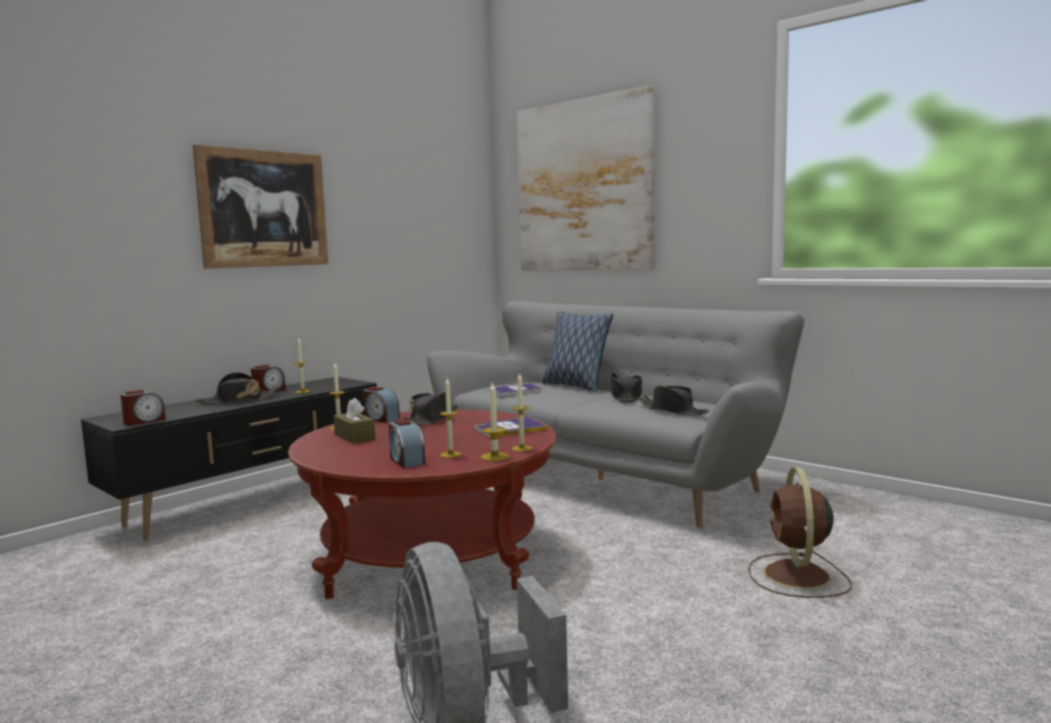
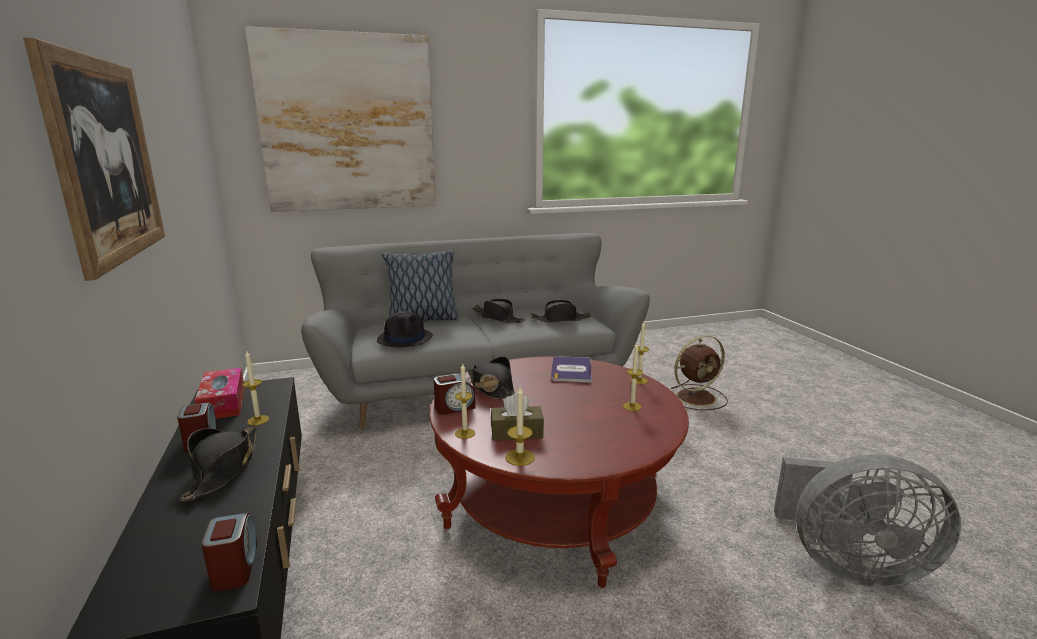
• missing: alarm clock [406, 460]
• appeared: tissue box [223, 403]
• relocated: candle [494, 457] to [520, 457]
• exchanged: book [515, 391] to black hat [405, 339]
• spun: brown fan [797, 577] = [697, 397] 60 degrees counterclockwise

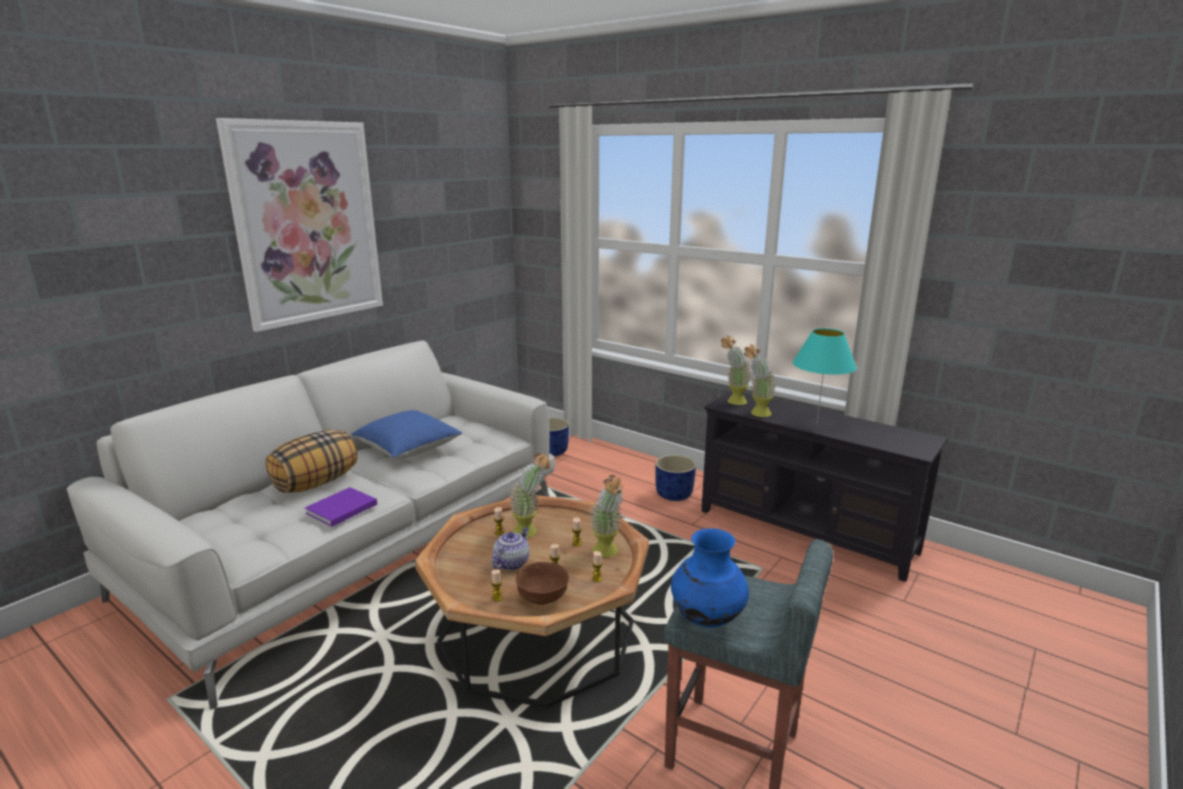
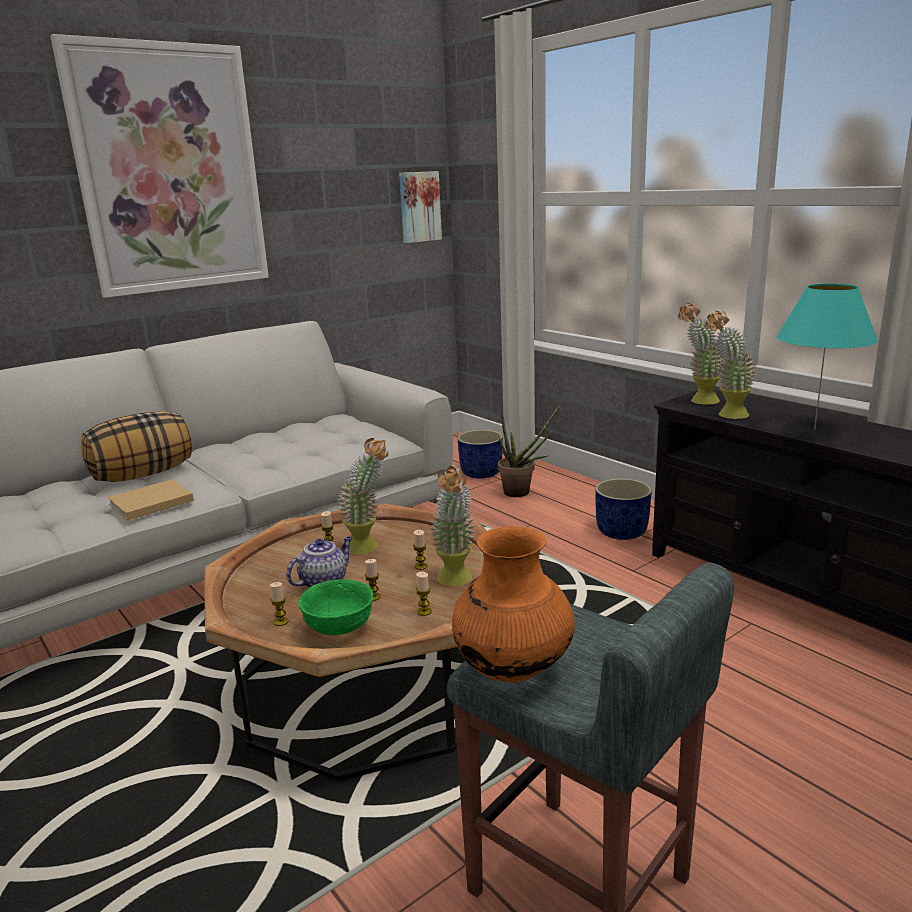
• missing: blue pillow [408, 449]
• appeared: picture [419, 207]
• appeared: potted plant [522, 493]
• colour: purple book [340, 509] to beige book [149, 503]
• colour: brown bowl [542, 598] to green bowl [338, 628]
• colour: blue vase [707, 618] to orange vase [513, 669]

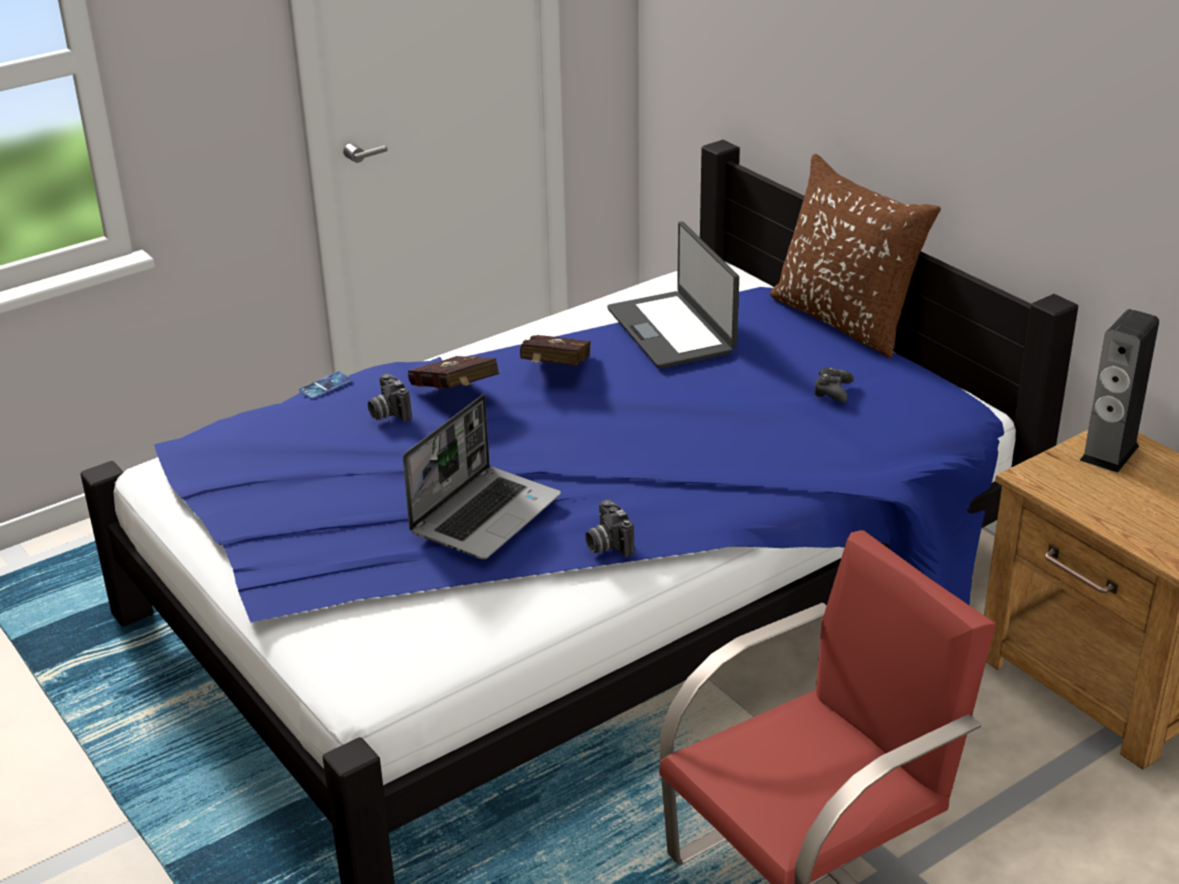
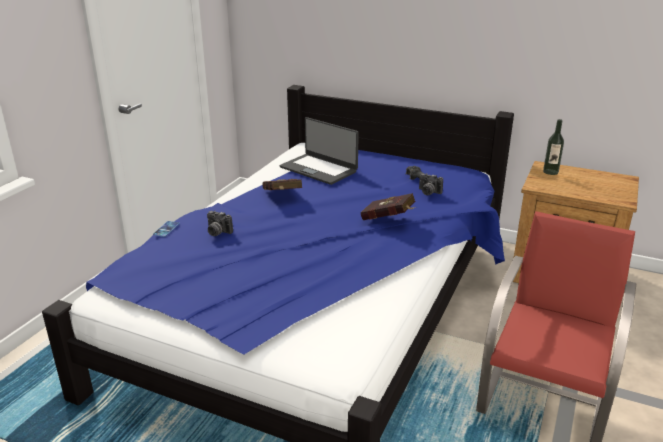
• missing: laptop [485, 514]
• missing: brown pillow [845, 320]
• relocated: red book [455, 395] to [389, 220]
• relocated: photo camera [607, 545] to [428, 192]
• exchanged: speaker [1109, 453] to bottle [550, 172]

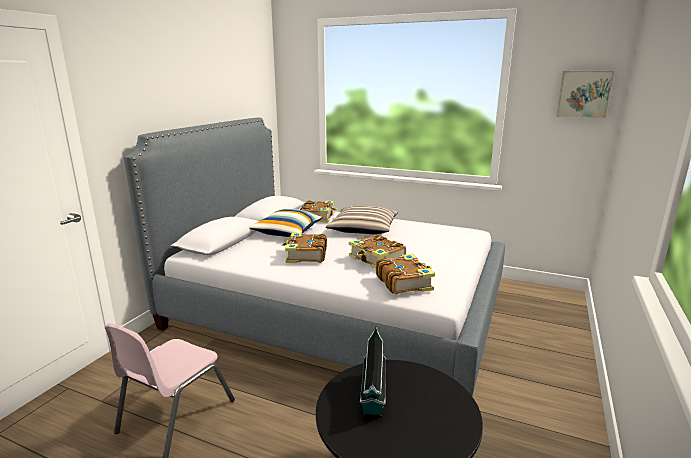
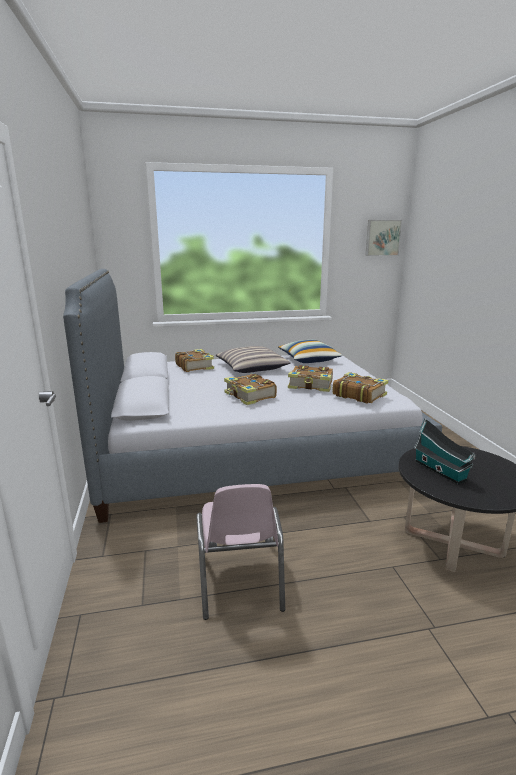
• relocated: pillow [287, 232] to [308, 360]

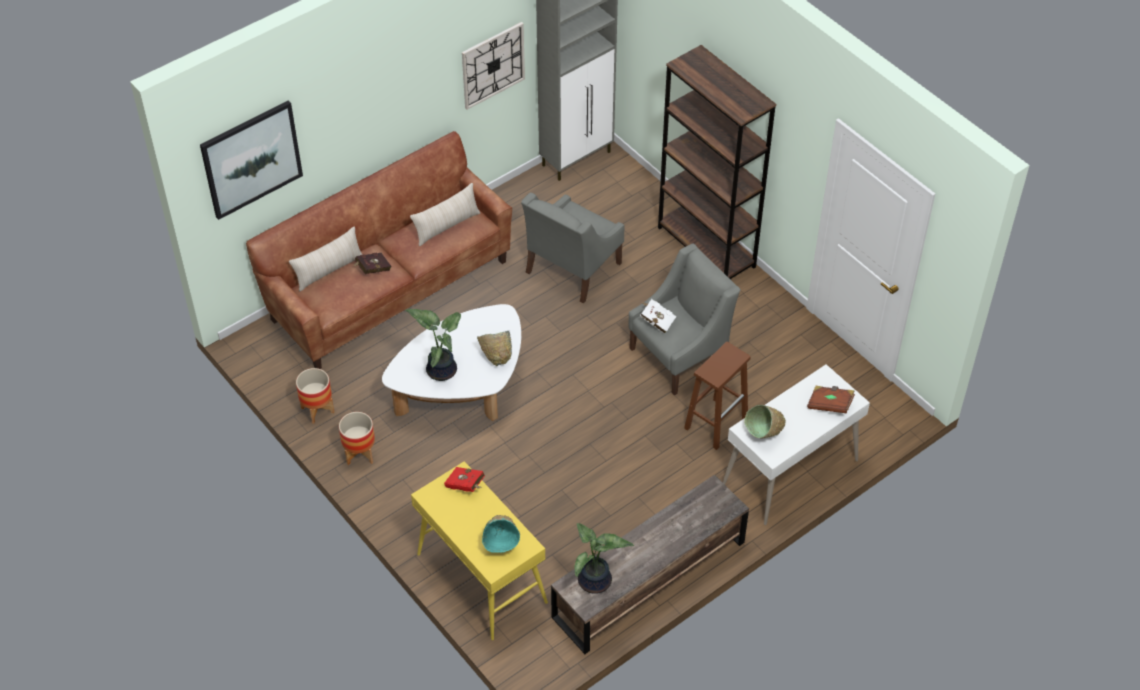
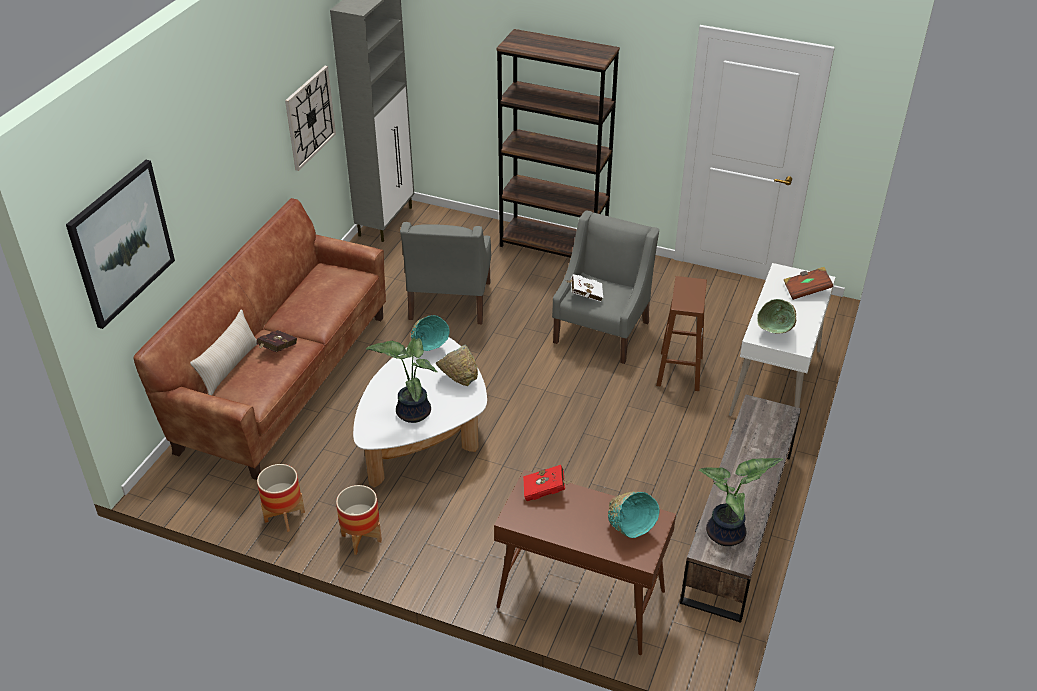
• missing: beige pillow [447, 226]
• appeared: turquoise bowl [429, 348]
• colour: yellow console table [481, 578] to brown console table [580, 600]

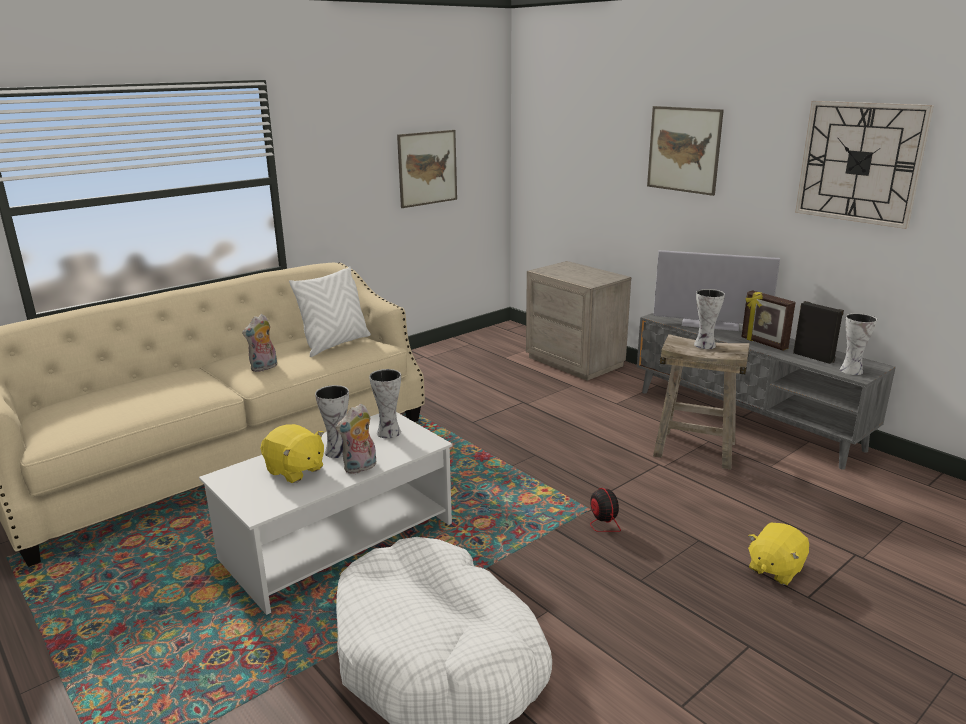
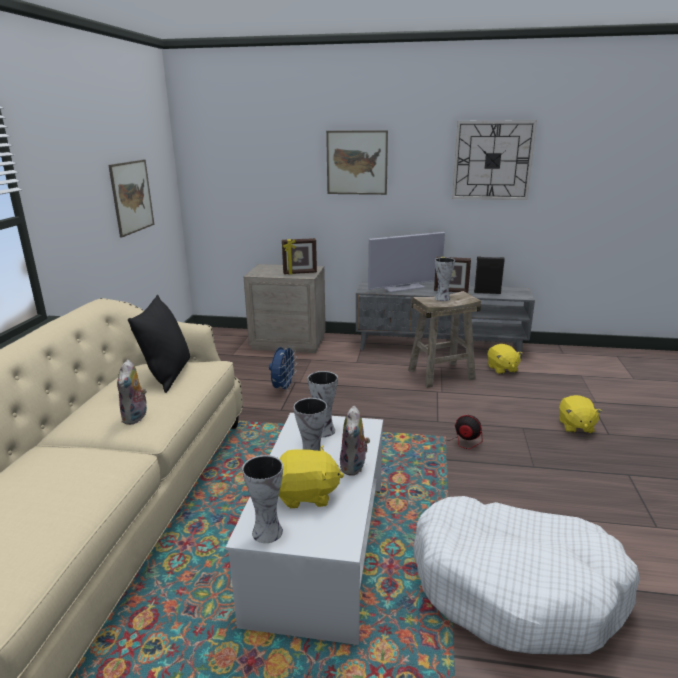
• appeared: blue fan [283, 389]
• appeared: picture frame [300, 273]
• appeared: yellow plush toy [502, 369]
• relocated: vase [850, 370] to [266, 531]
• colour: white pillow [335, 344] to black pillow [168, 375]

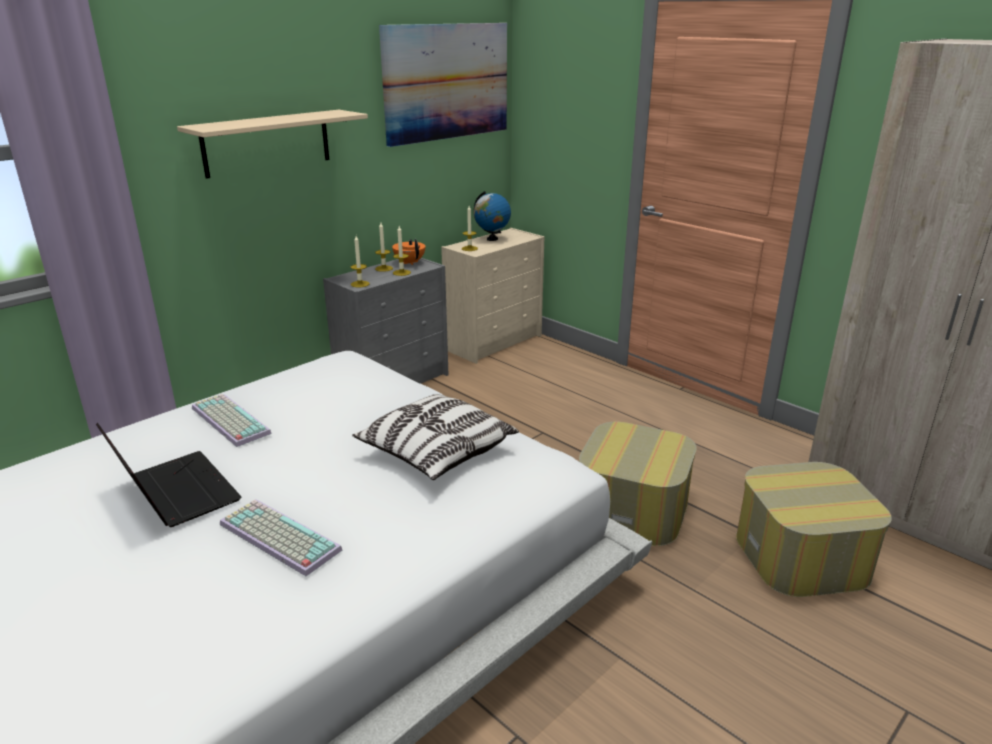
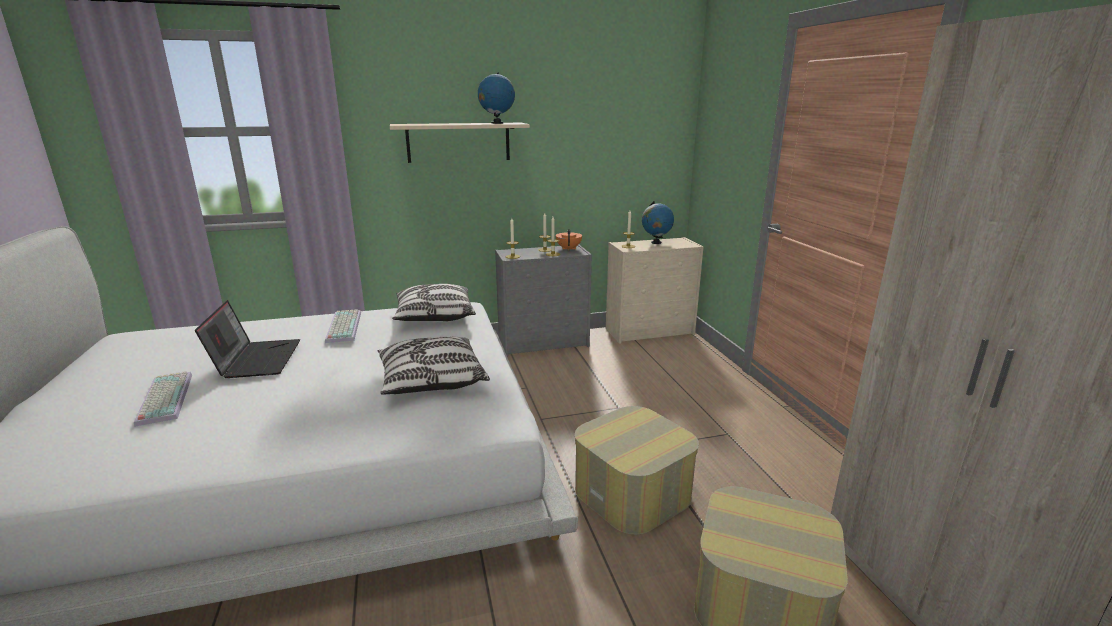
• missing: picture [446, 82]
• appeared: pillow [434, 317]
• appeared: globe [497, 123]
• relocated: keyboard [276, 538] to [163, 398]

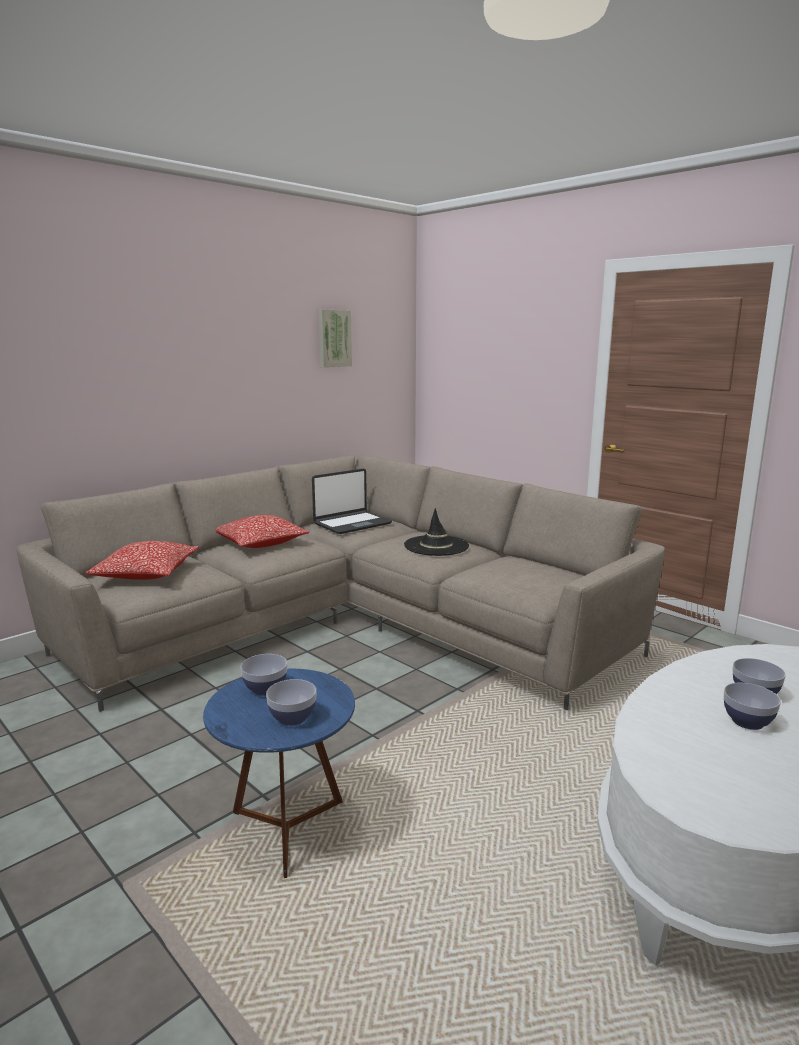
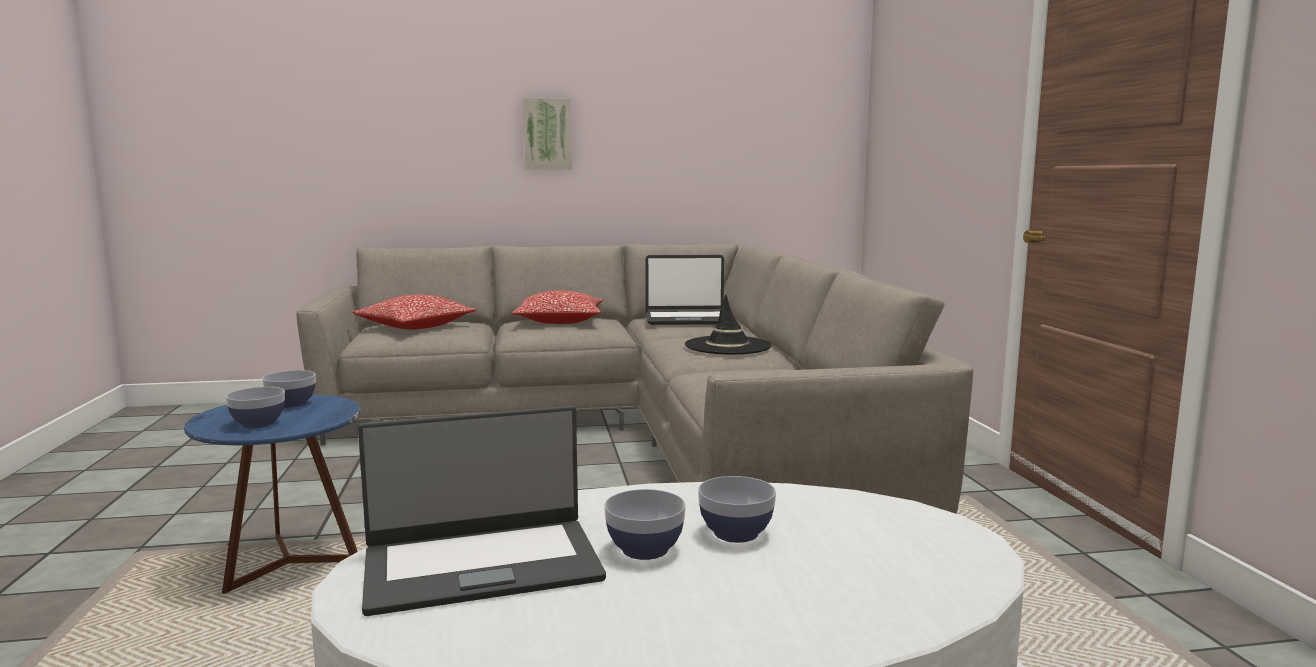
• appeared: laptop [481, 564]
• relocated: picture [334, 338] to [547, 134]

